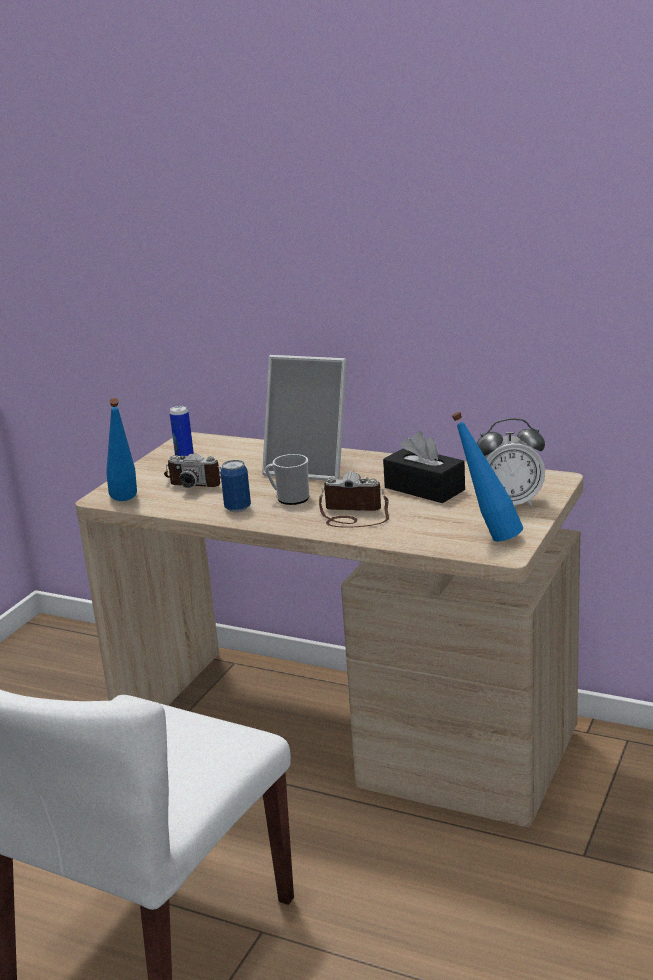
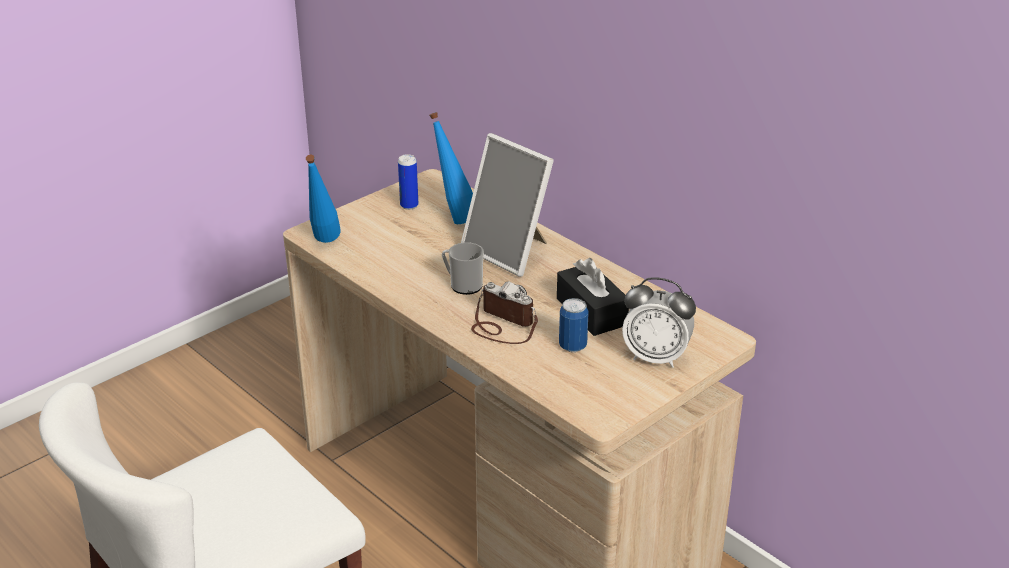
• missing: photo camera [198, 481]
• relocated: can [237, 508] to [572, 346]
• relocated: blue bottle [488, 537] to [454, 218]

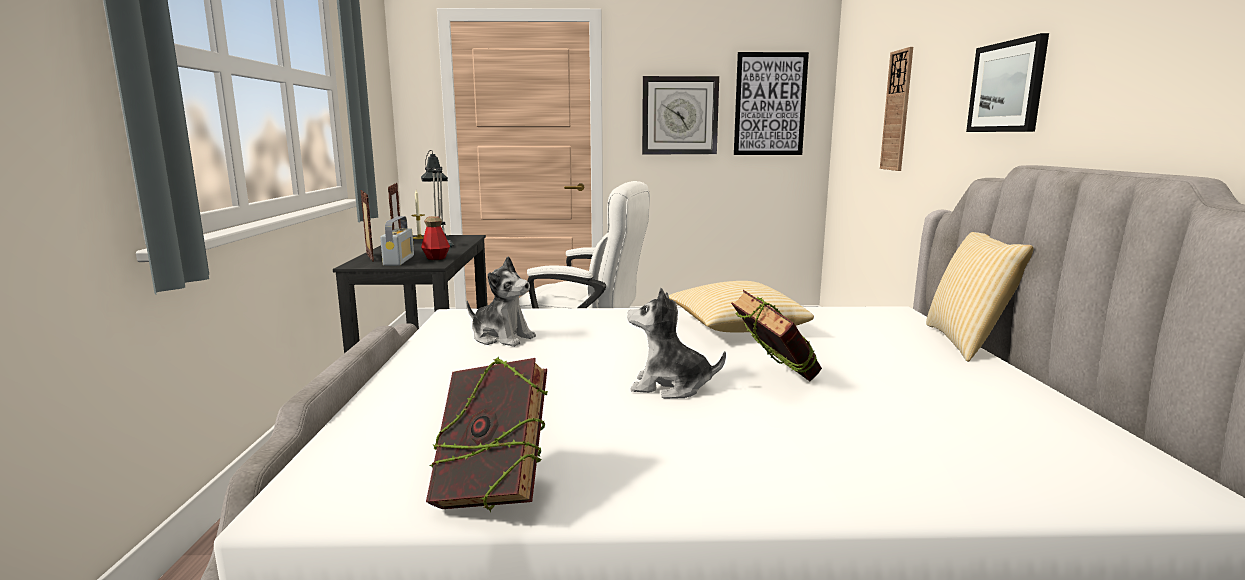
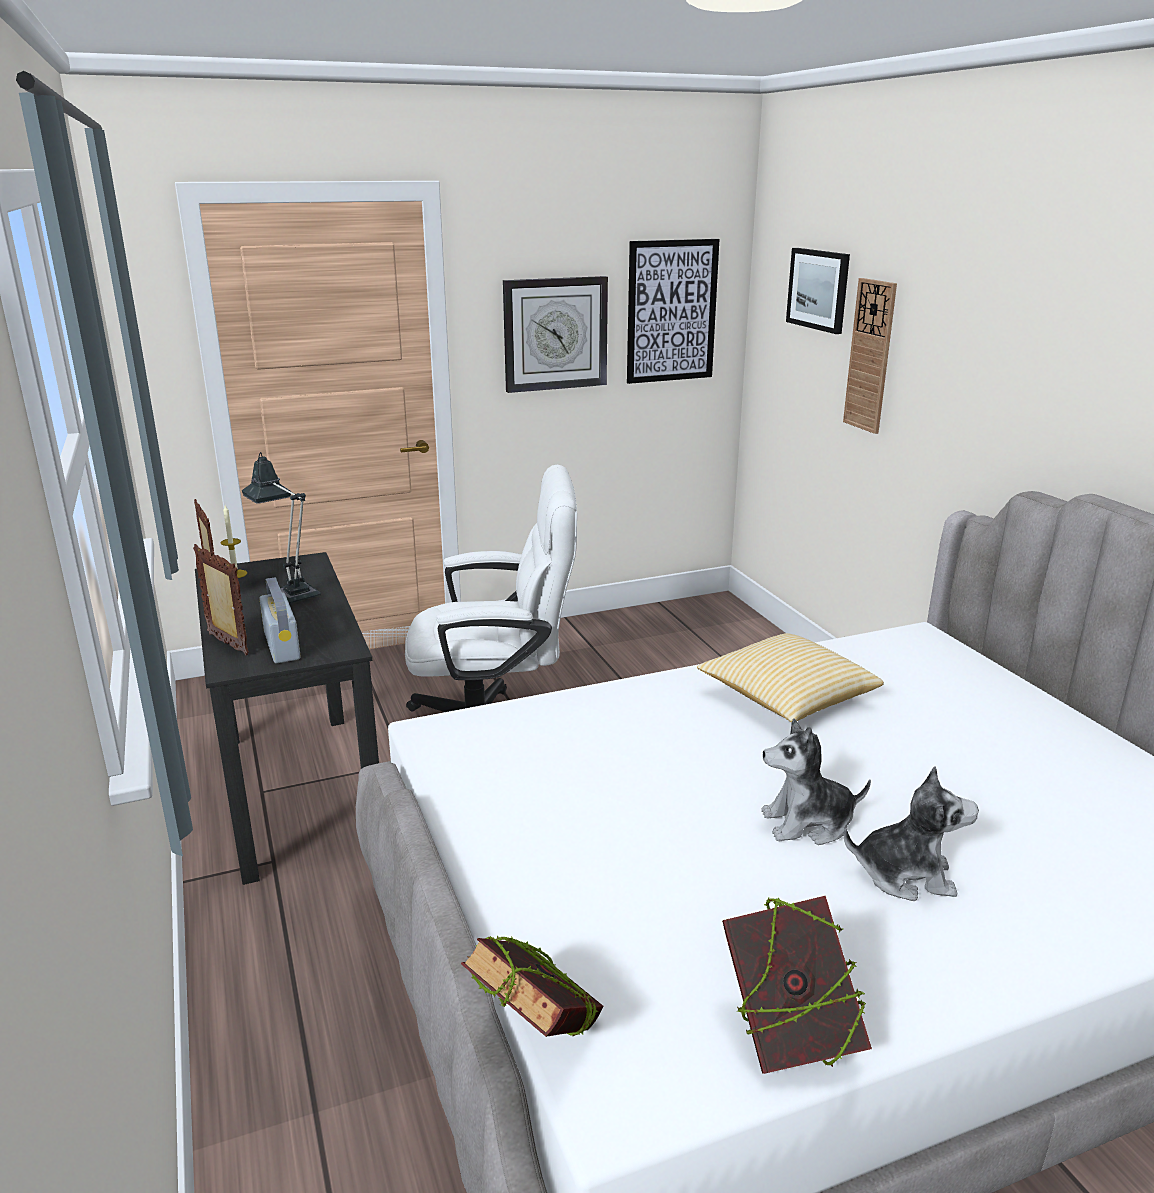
• missing: bottle [436, 258]
• missing: pillow [967, 342]
• relocated: plush toy [502, 338] to [905, 875]
• relocated: book [774, 380] to [536, 1039]
• relocated: picture [1007, 87] to [818, 289]

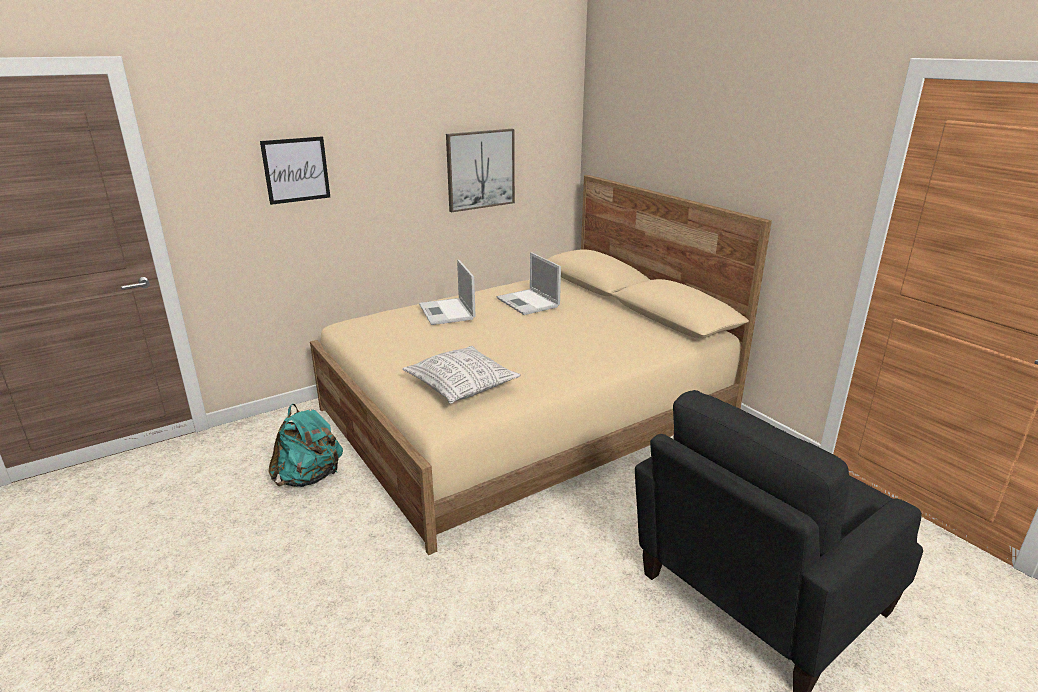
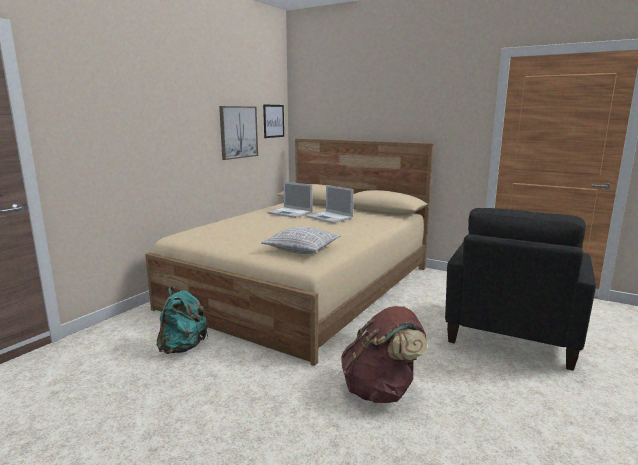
• appeared: brown backpack [381, 390]
• relocated: picture [296, 170] to [273, 121]
• relocated: laptop [447, 312] to [330, 217]

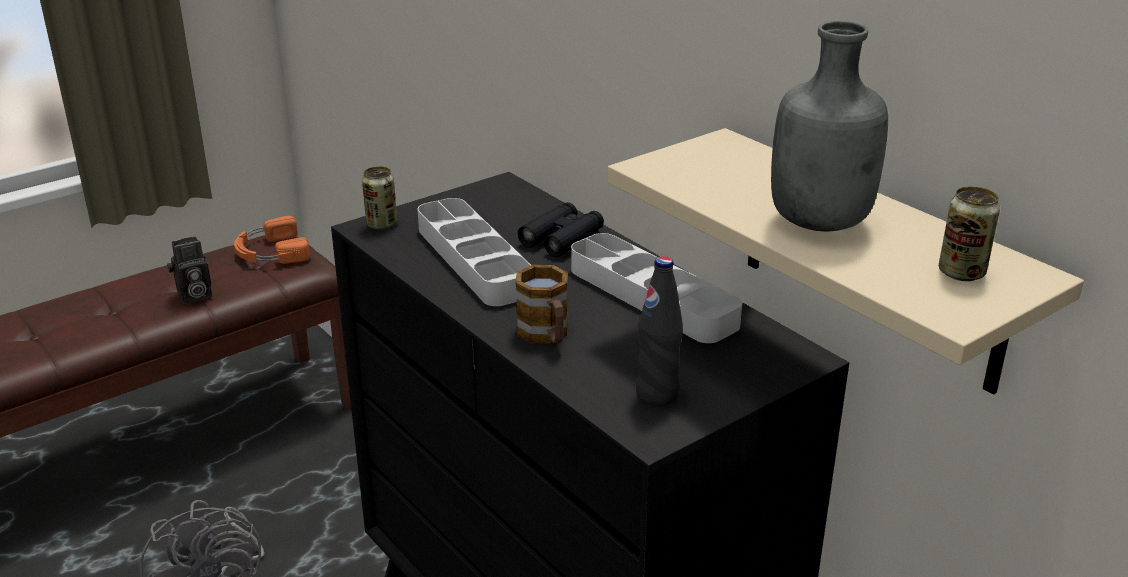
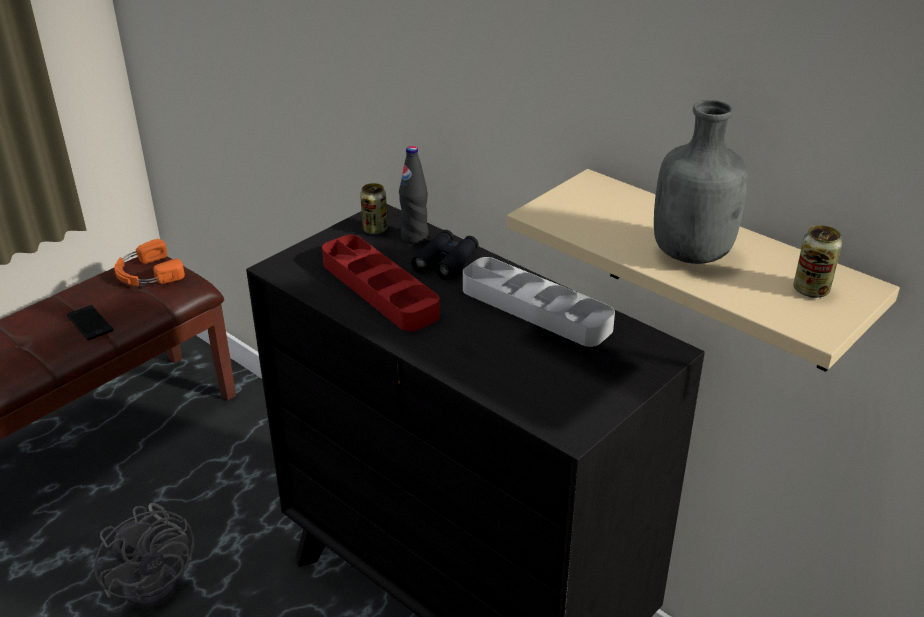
• missing: mug [546, 335]
• relocated: can [381, 224] to [375, 229]
• relocated: black bottle [657, 394] to [414, 238]
• exchanged: photo camera [193, 296] to phone [90, 323]
• colour: grey tray [473, 259] to red tray [379, 289]

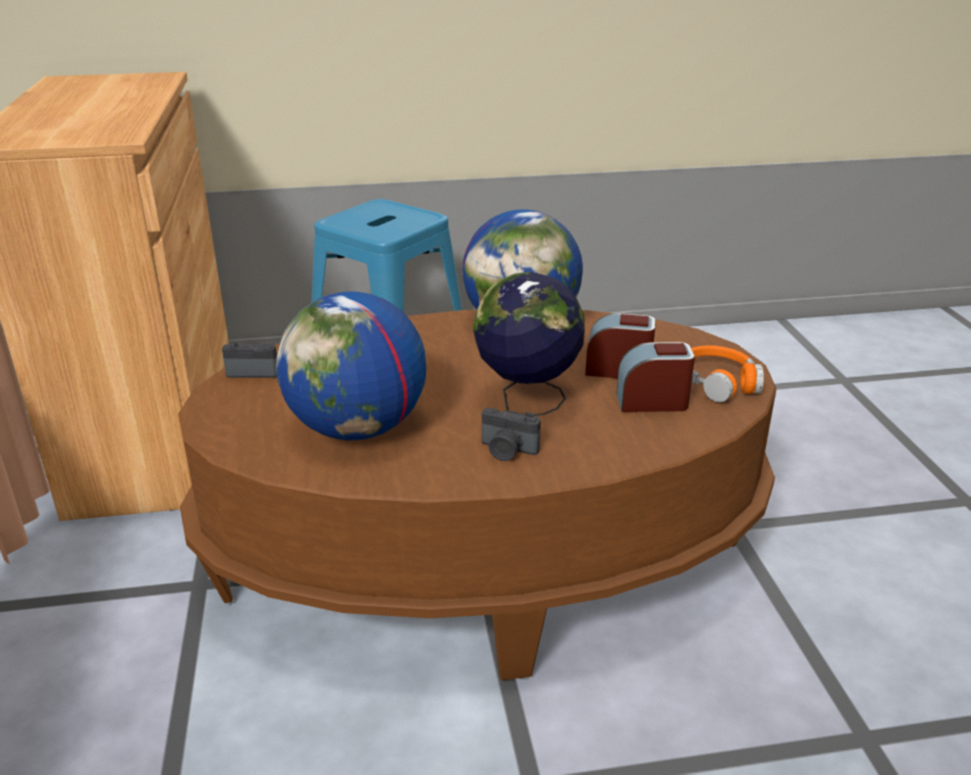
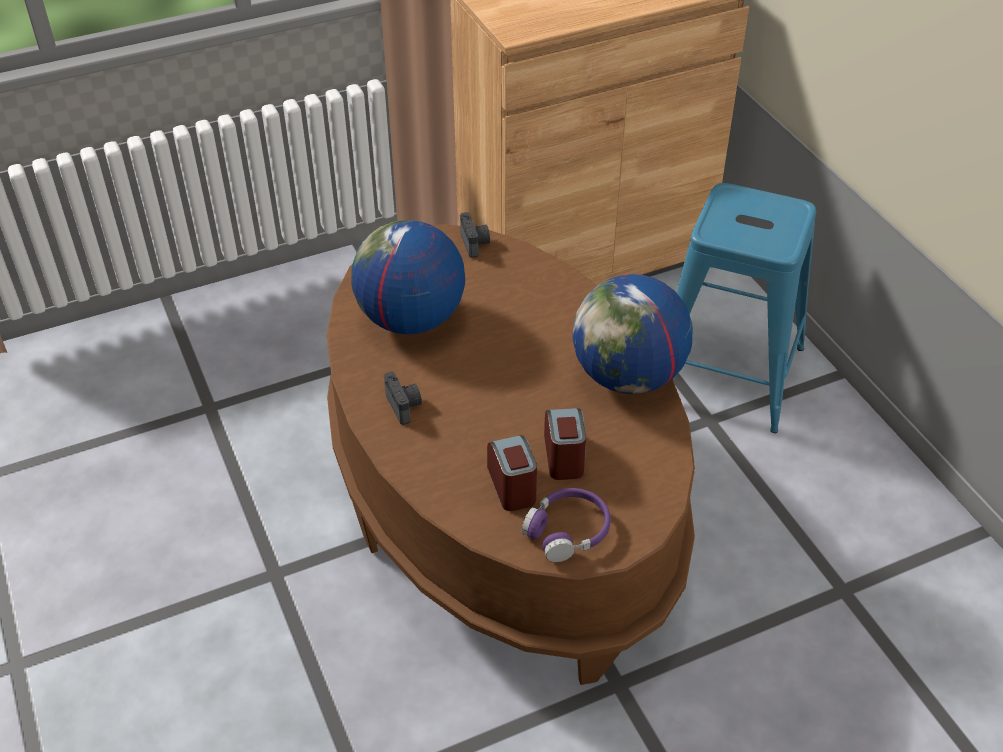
• missing: globe [527, 403]
• colour: orange headphones [717, 382] to purple headphones [567, 531]
• spun: photo camera [507, 451] = [404, 406] 150 degrees clockwise

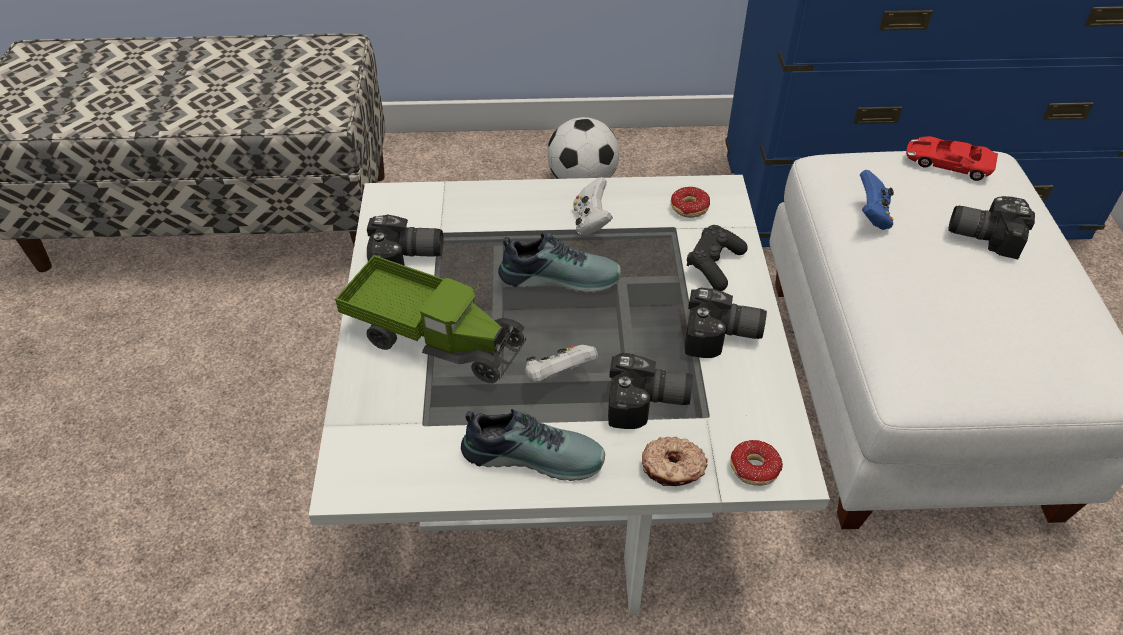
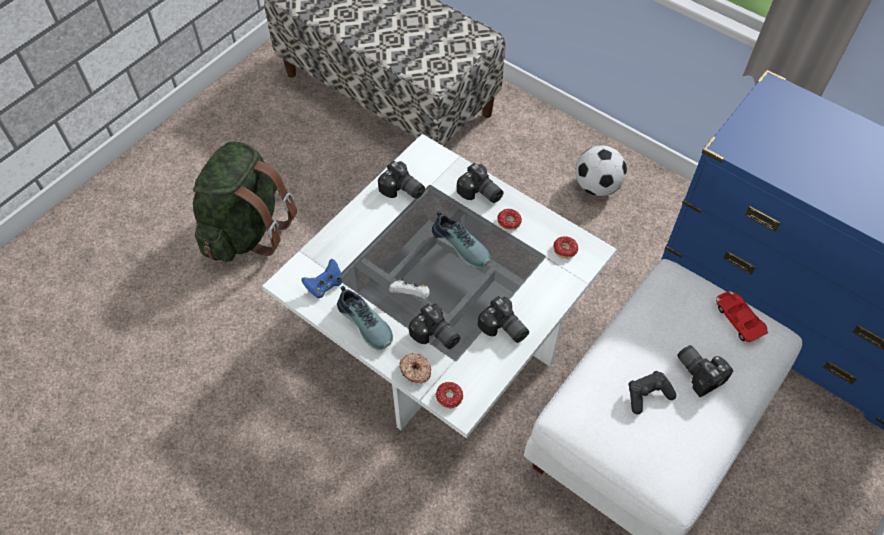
• missing: toy truck [434, 337]
• appeared: green backpack [246, 230]
• appeared: photo camera [480, 193]
• relocated: black game controller [714, 265] to [647, 395]
• relocated: blue game controller [872, 215] to [325, 285]
• exchanged: white game controller [591, 221] to donut [507, 225]

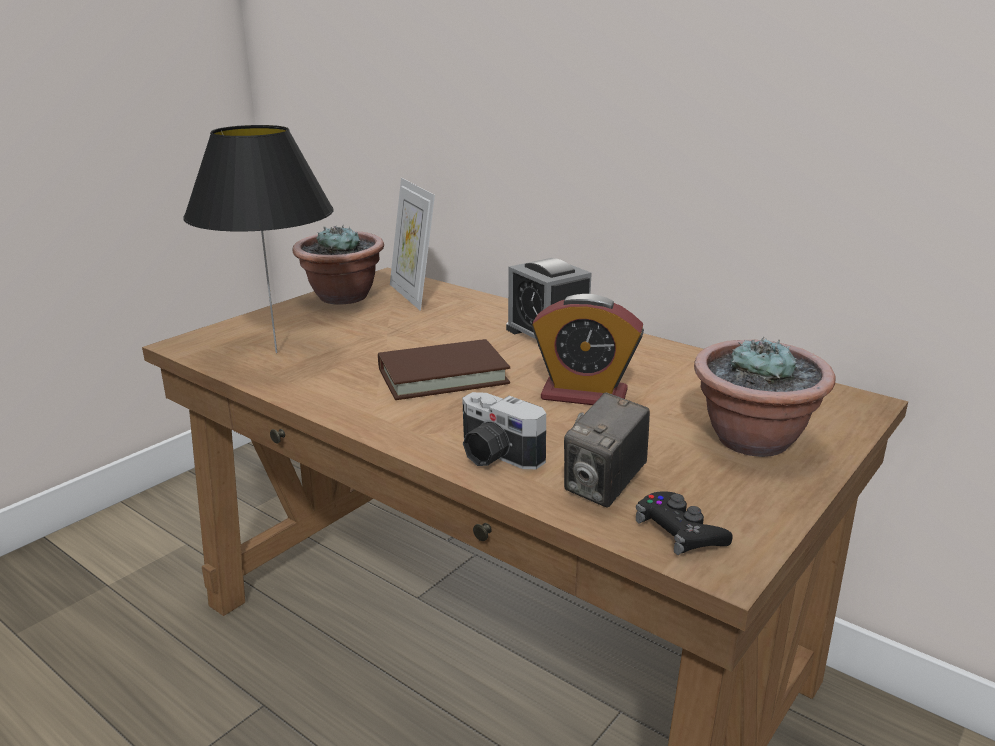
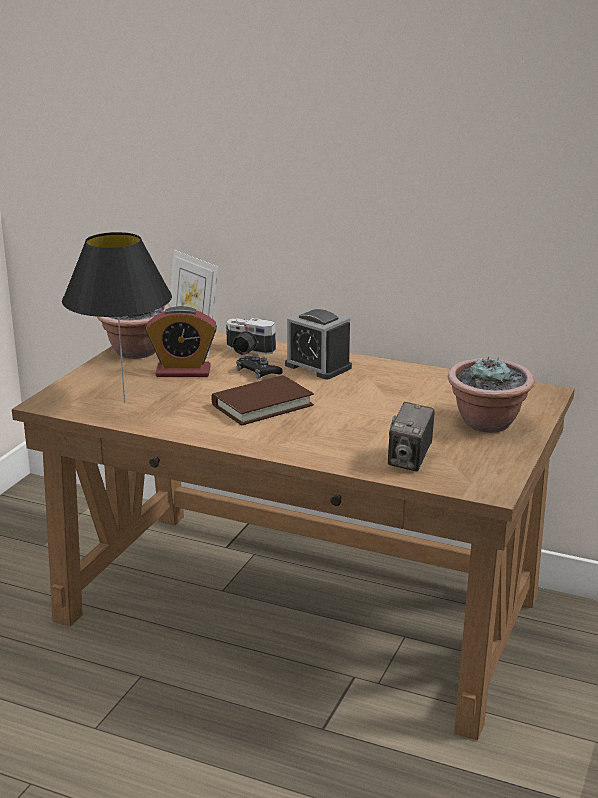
• relocated: photo camera [495, 456] to [248, 351]
• relocated: alarm clock [584, 395] to [183, 371]
• relocated: black game controller [680, 531] to [258, 372]

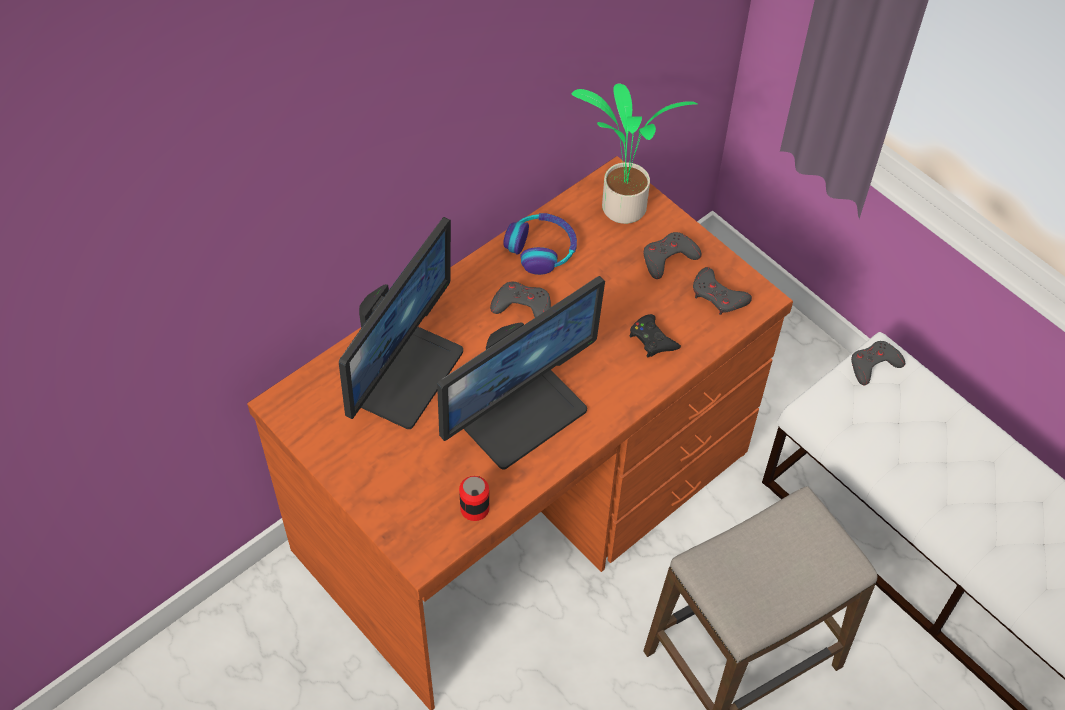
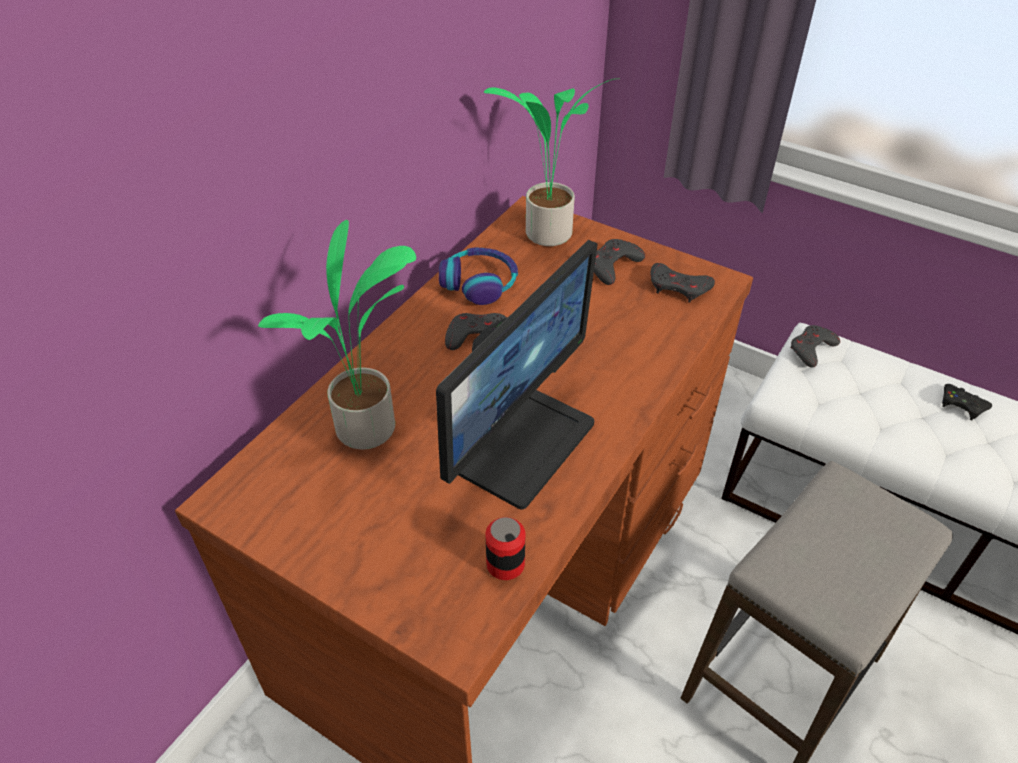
• relocated: black game controller [652, 339] to [962, 405]
• exchanged: monitor [405, 373] to potted plant [368, 432]

